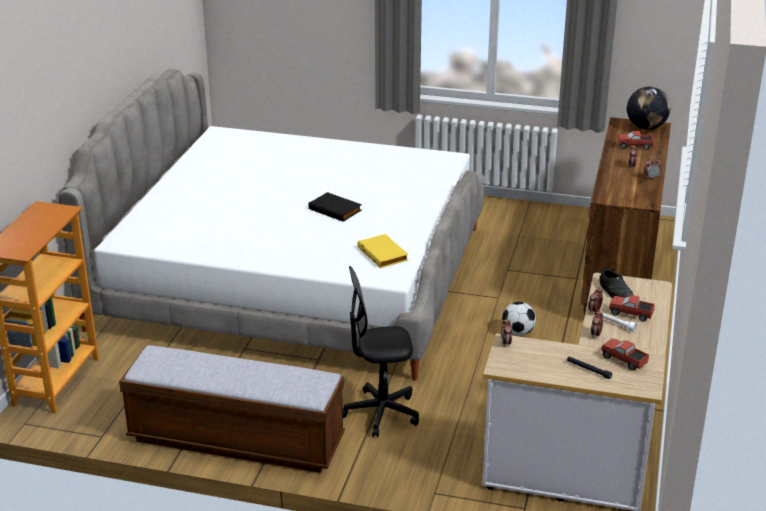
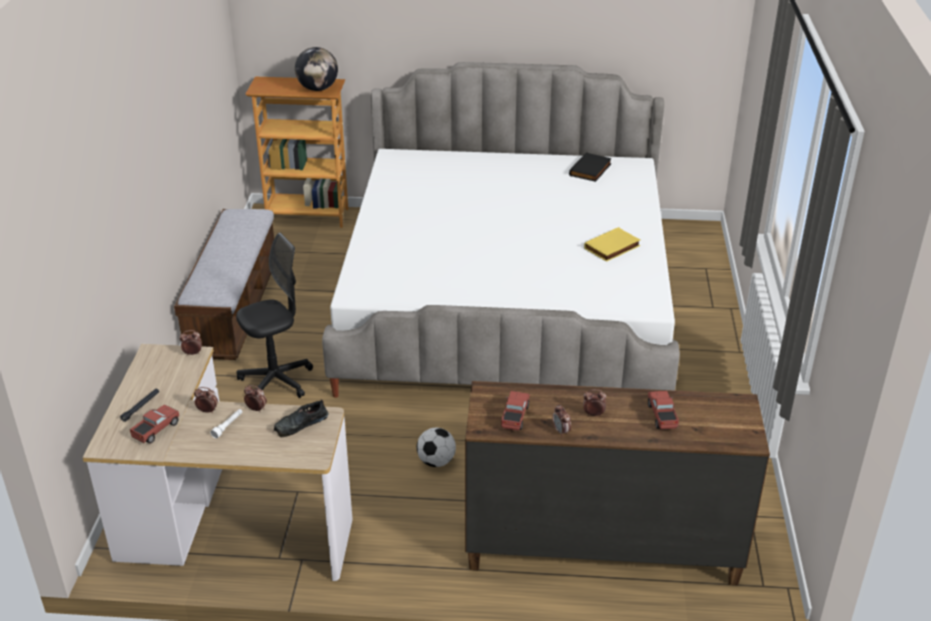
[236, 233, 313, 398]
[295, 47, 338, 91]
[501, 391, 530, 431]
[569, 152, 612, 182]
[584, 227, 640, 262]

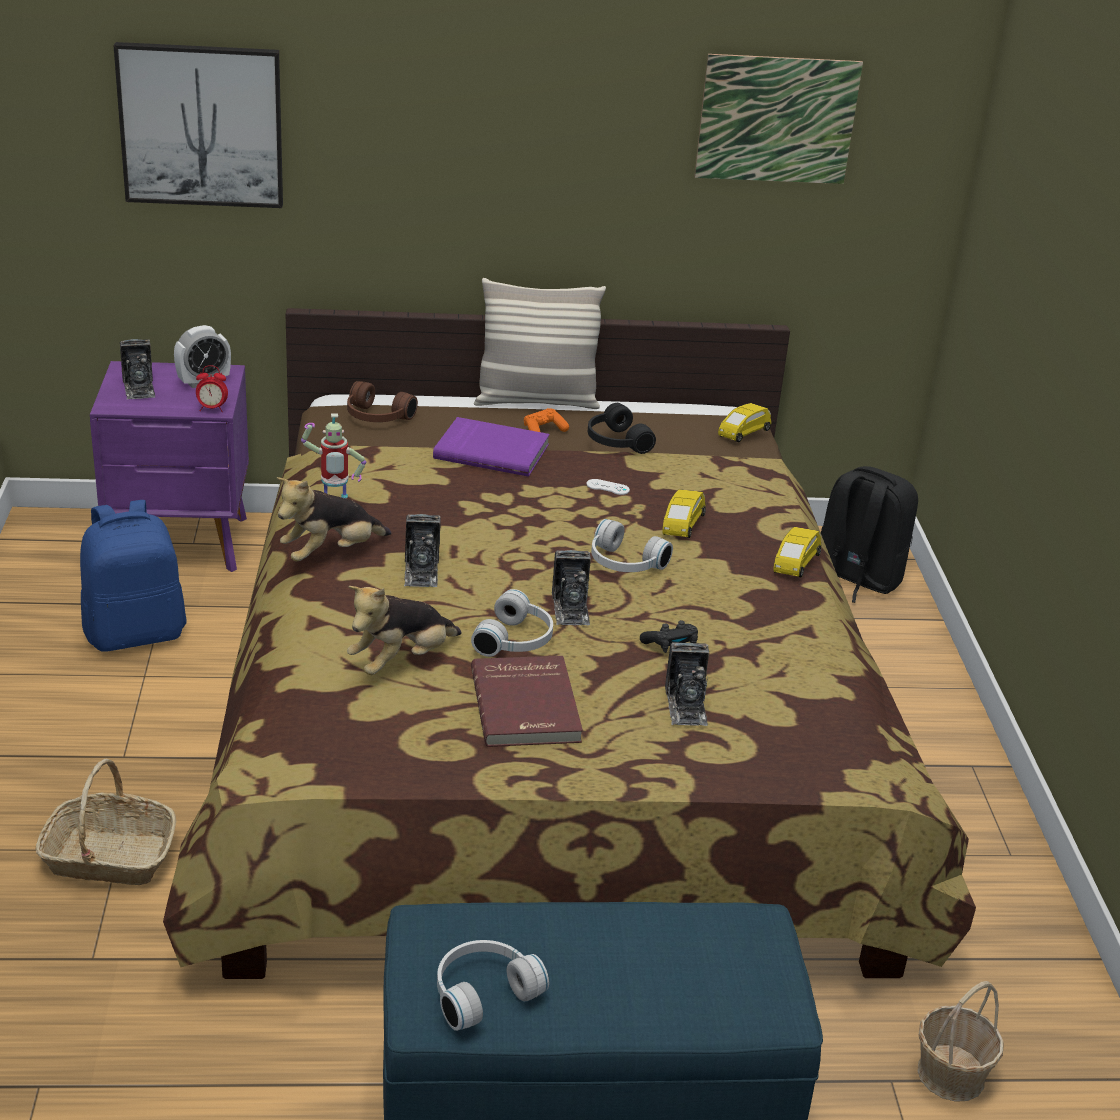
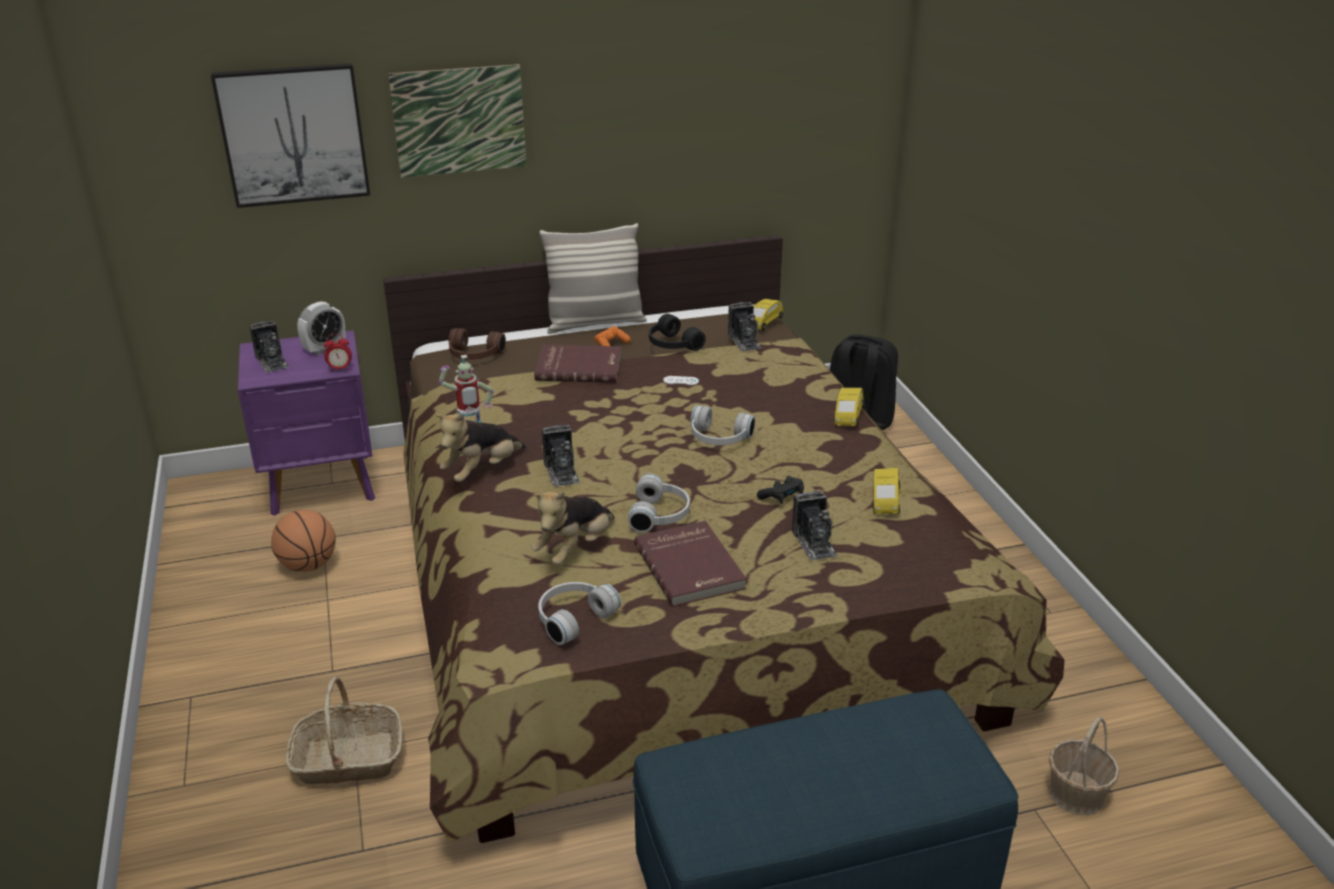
[271, 510, 336, 572]
[388, 64, 526, 178]
[534, 345, 621, 383]
[538, 582, 621, 645]
[728, 302, 762, 352]
[873, 468, 900, 514]

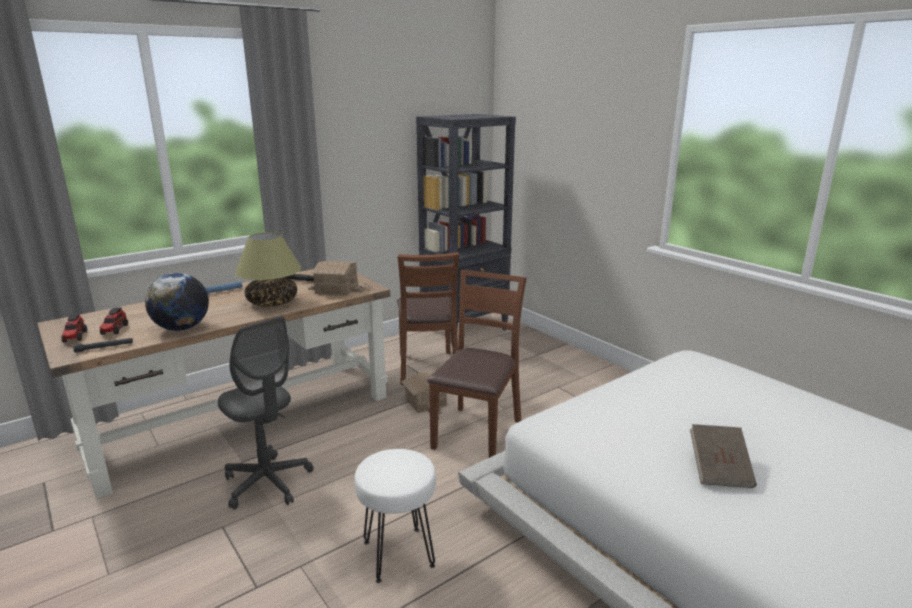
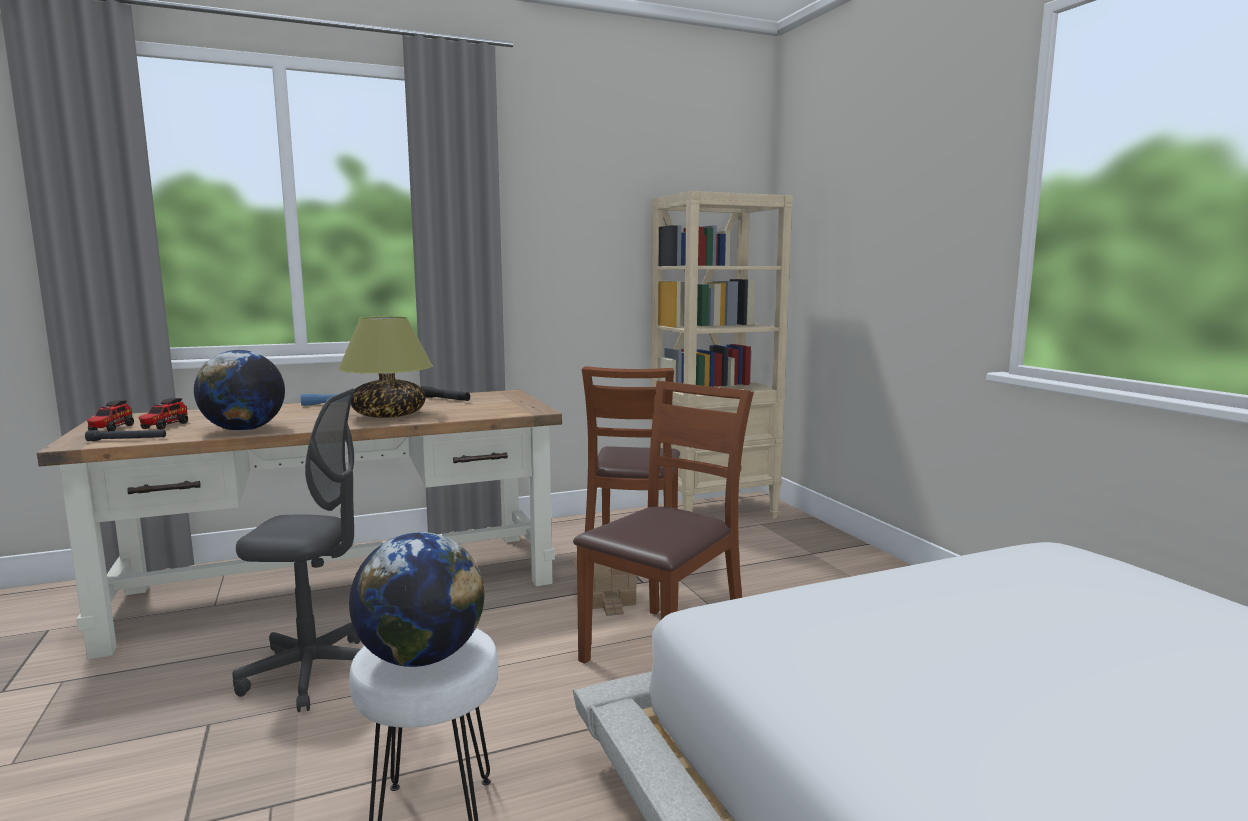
[233, 389, 361, 712]
[349, 532, 484, 667]
[650, 191, 793, 519]
[308, 261, 366, 295] (first image)
[690, 424, 757, 488] (first image)

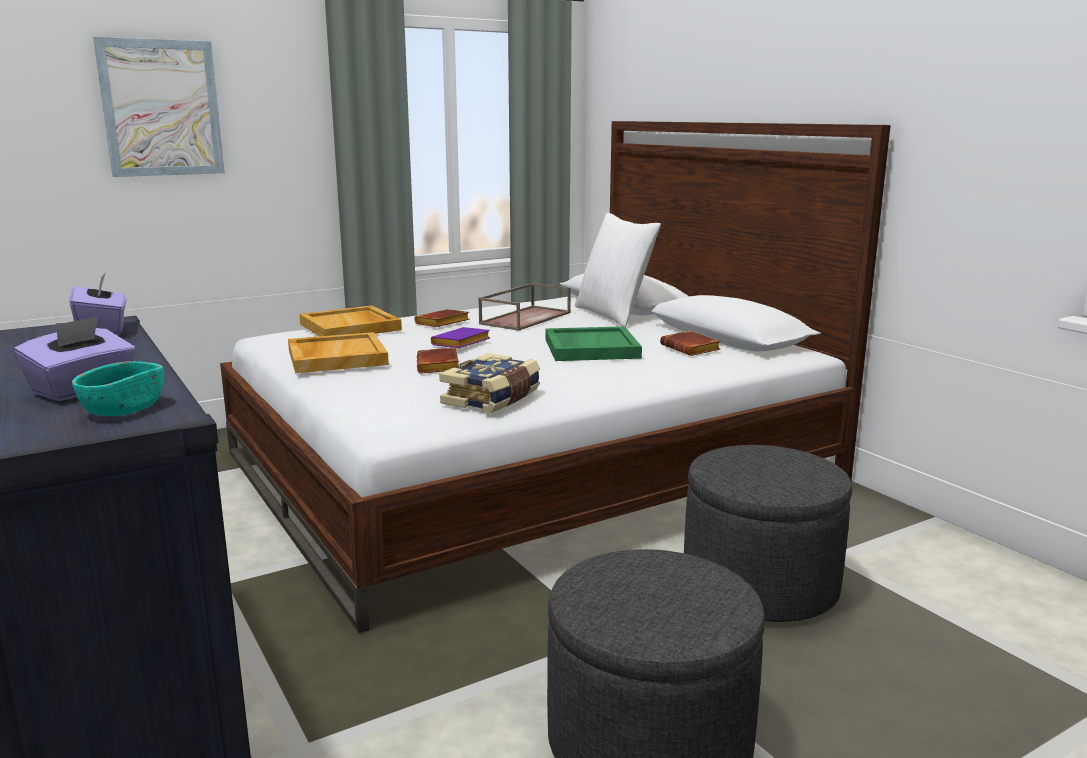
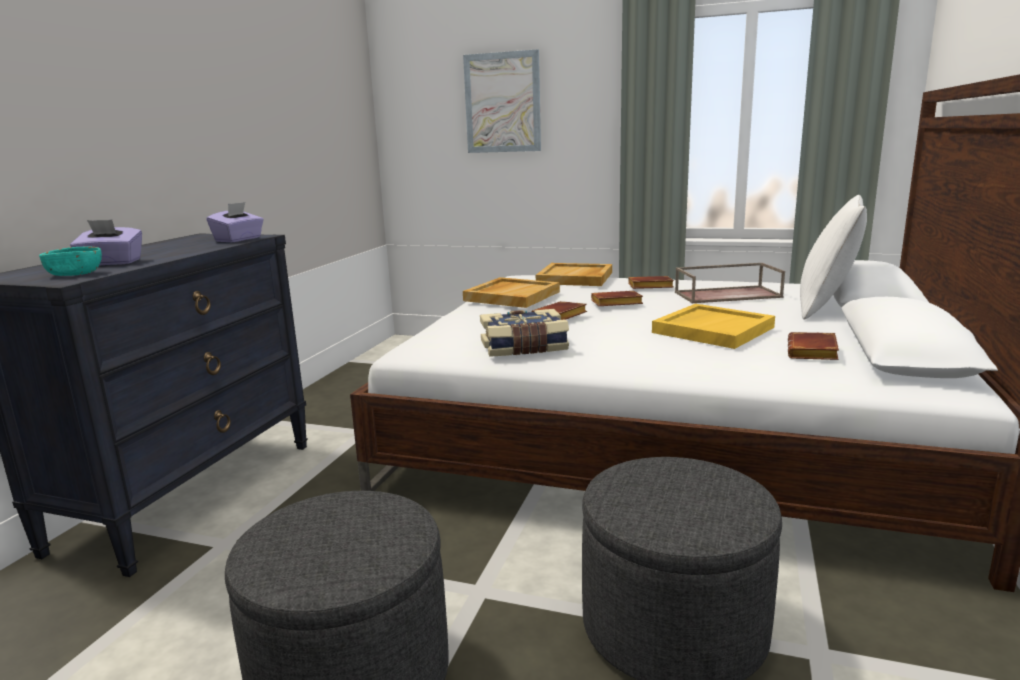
[591, 291, 643, 306]
[652, 304, 775, 349]

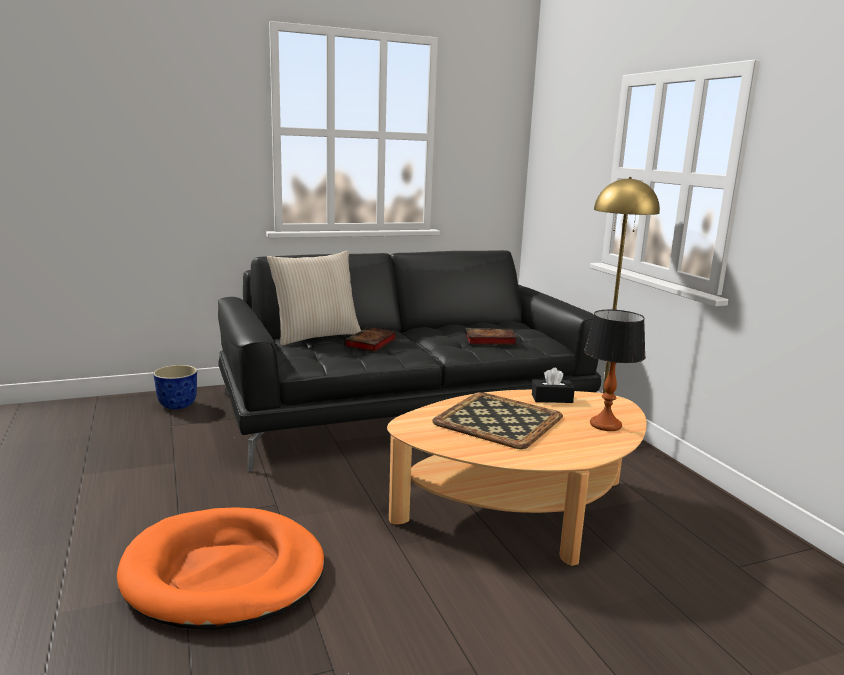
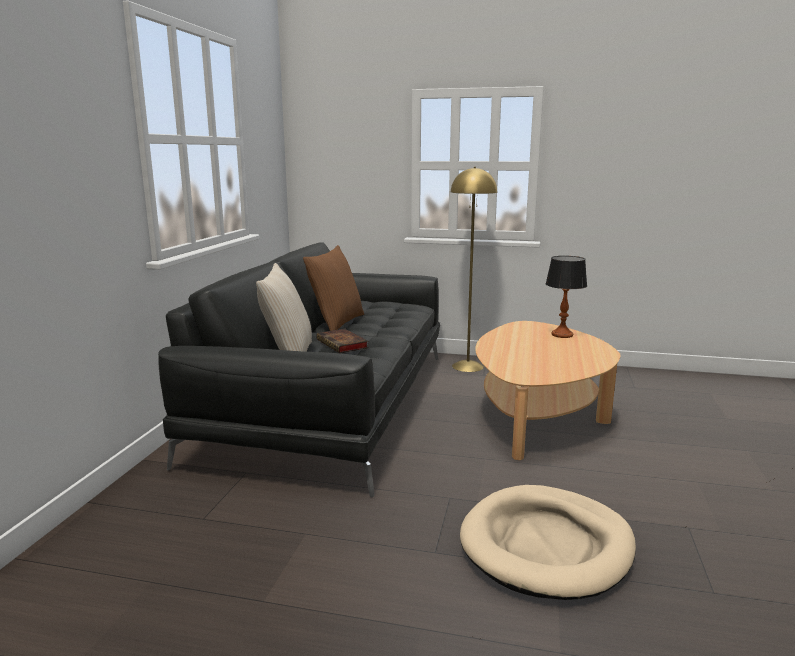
[303, 245, 364, 331]
[460, 485, 636, 600]
[153, 365, 197, 409] (first image)
[432, 392, 563, 449] (first image)
[465, 328, 517, 345] (first image)
[532, 368, 575, 403] (first image)

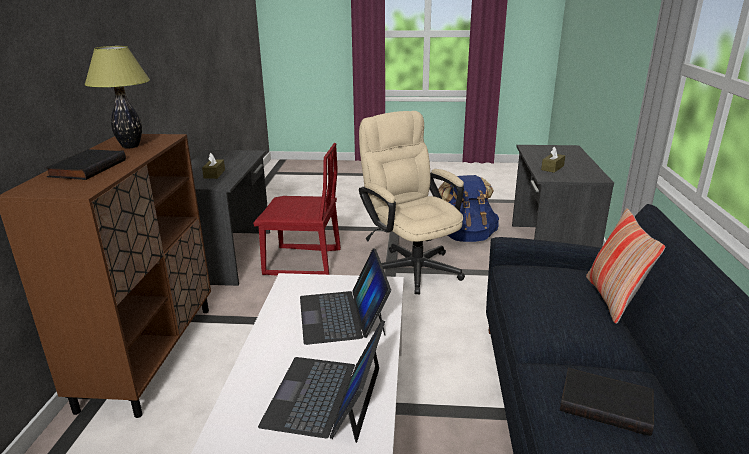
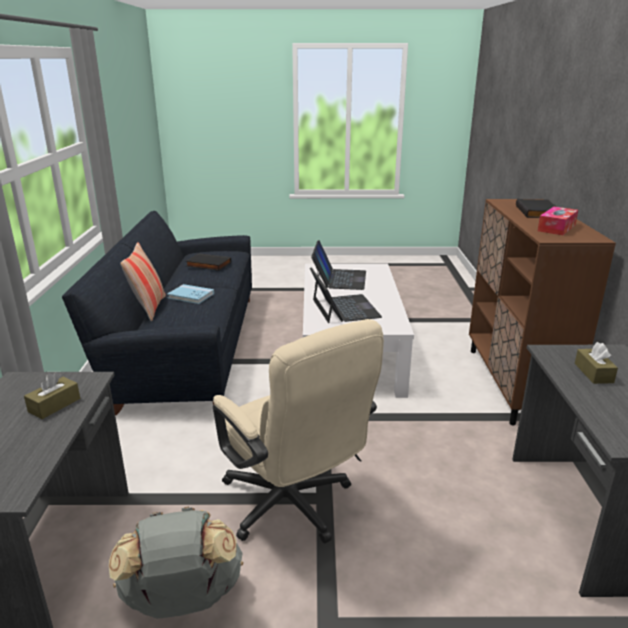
[109, 507, 243, 619]
[167, 284, 214, 304]
[538, 207, 578, 235]
[253, 143, 341, 276] (first image)

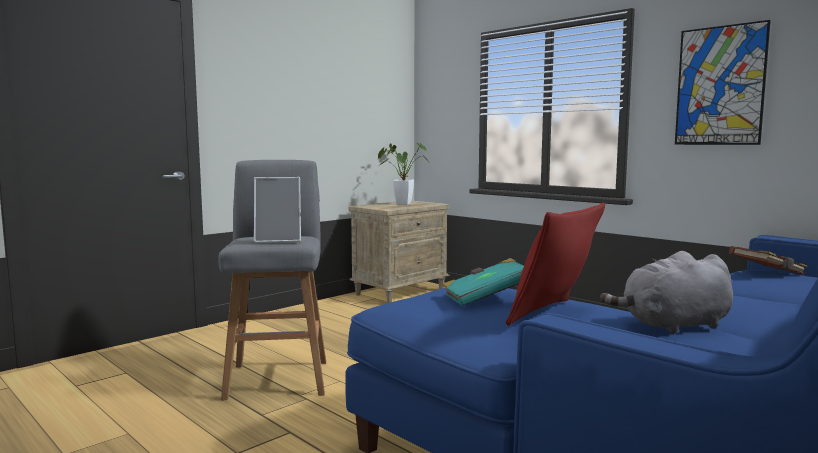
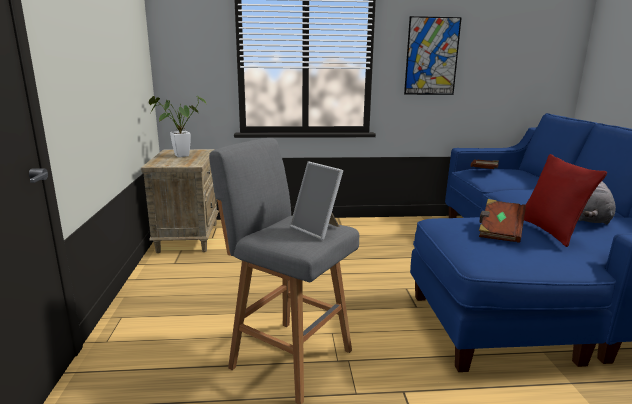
[290, 161, 343, 240]
[479, 199, 526, 243]

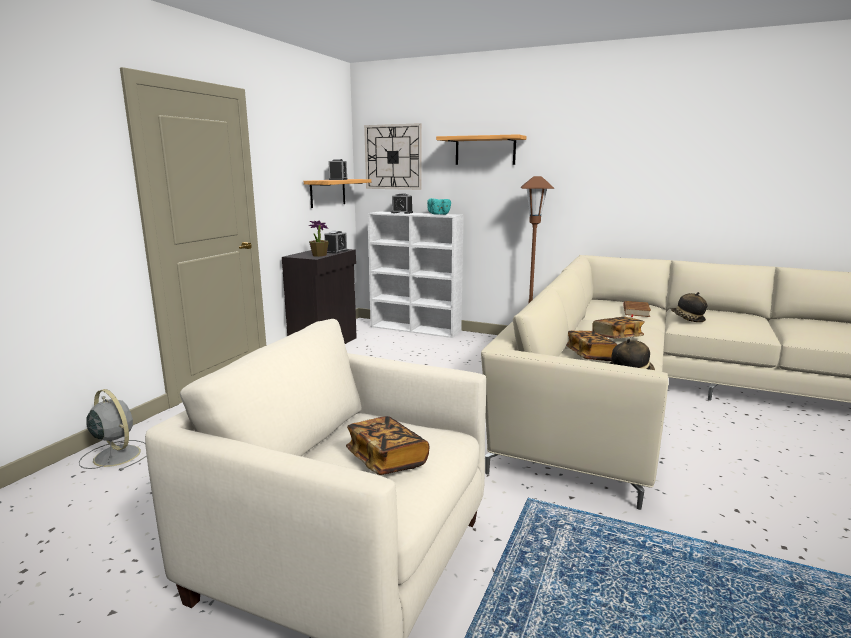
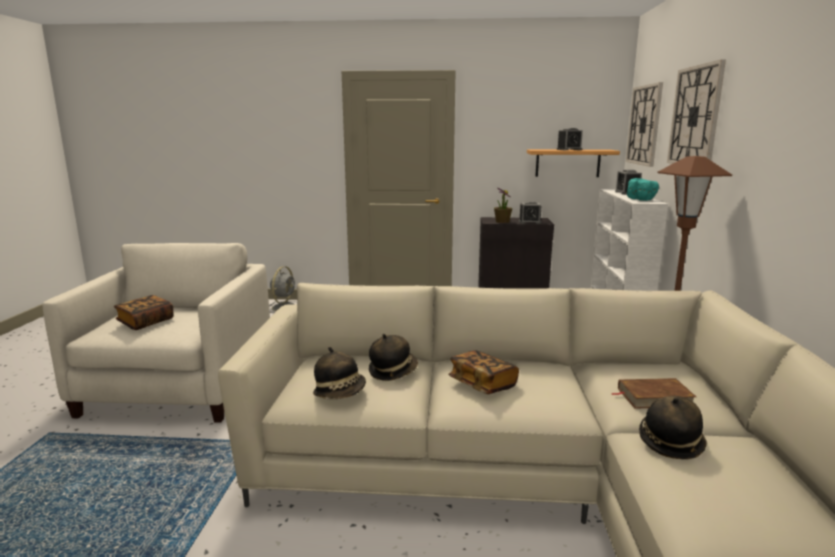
[369, 334, 418, 381]
[667, 59, 726, 164]

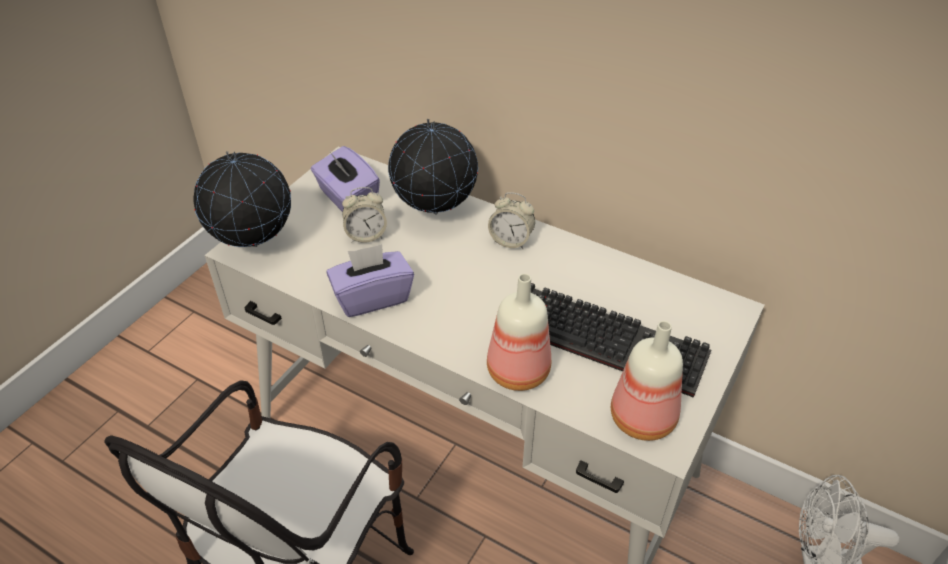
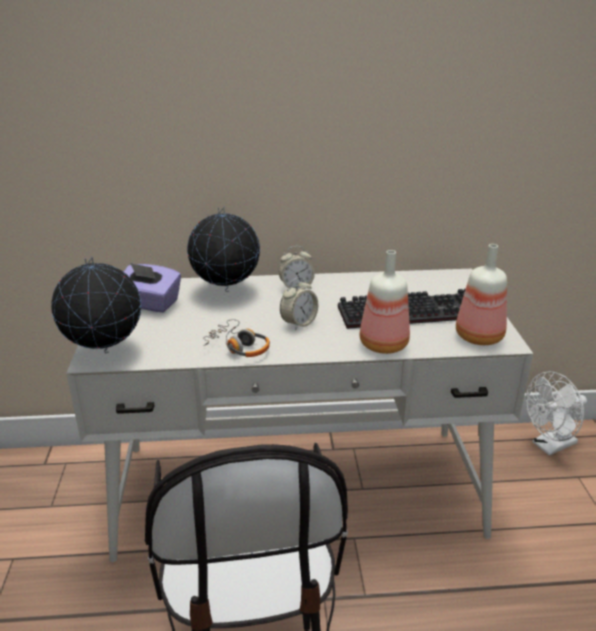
[203, 319, 270, 357]
[280, 277, 318, 331]

